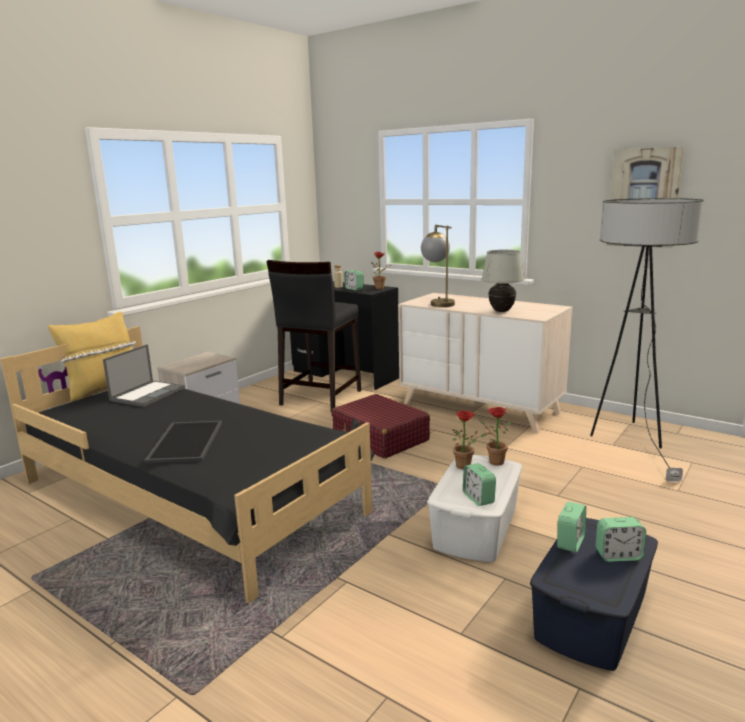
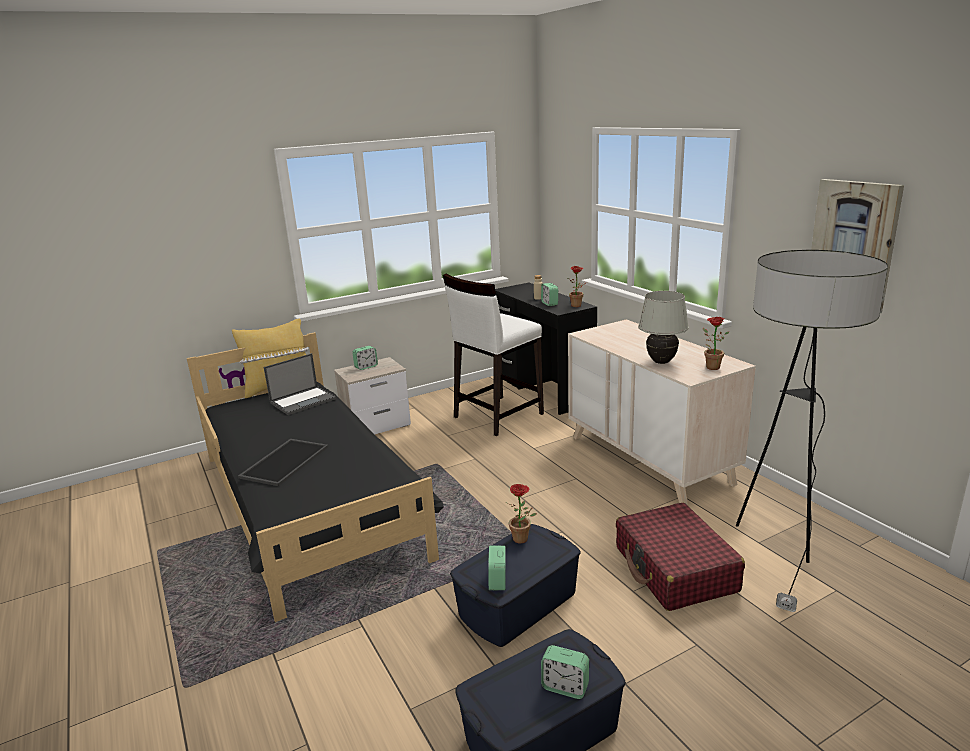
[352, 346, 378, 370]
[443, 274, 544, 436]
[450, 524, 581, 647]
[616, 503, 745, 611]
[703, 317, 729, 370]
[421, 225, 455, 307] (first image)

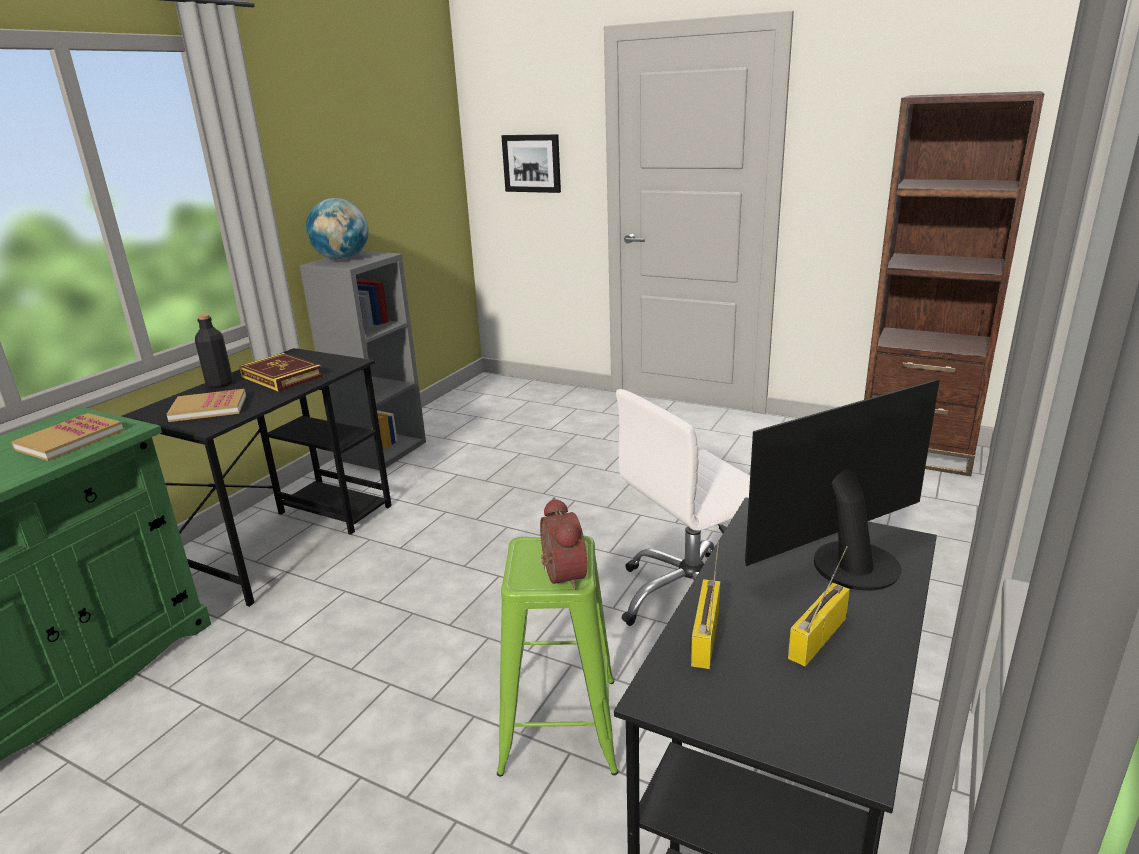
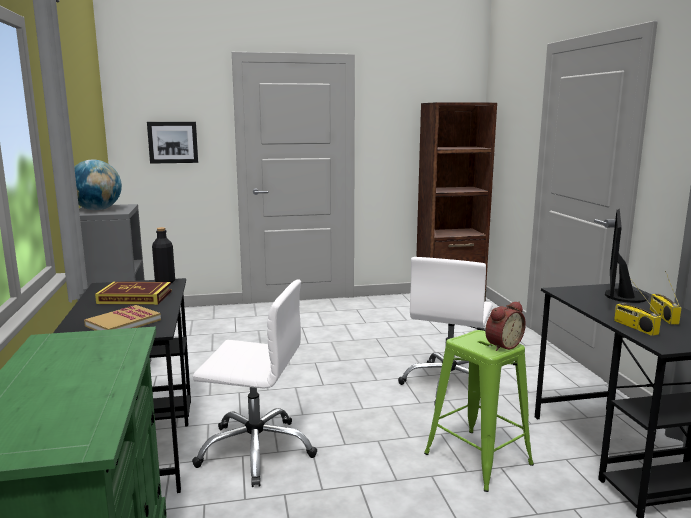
[152, 227, 175, 283]
[192, 280, 317, 487]
[485, 301, 526, 351]
[11, 413, 124, 461] (first image)

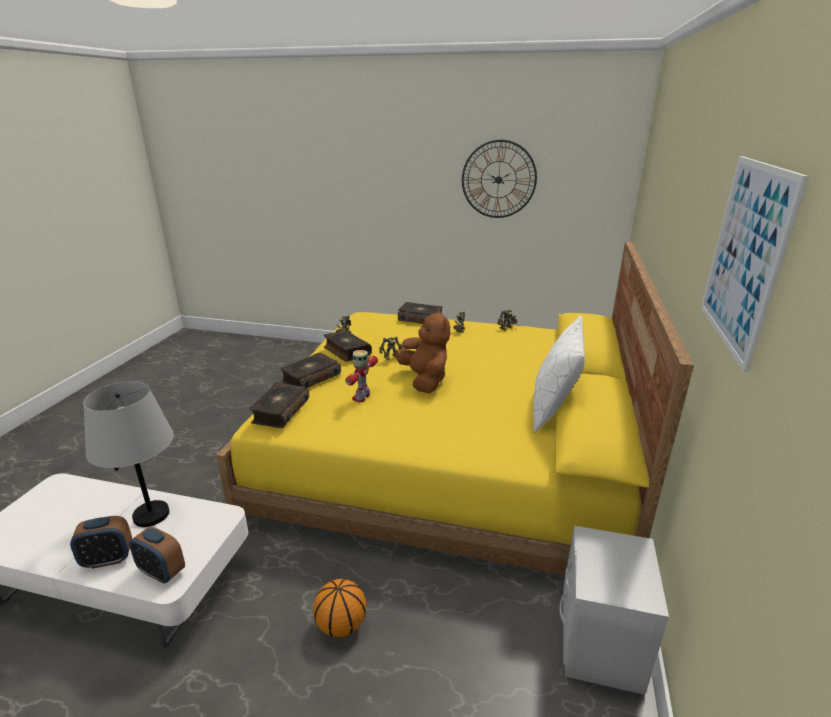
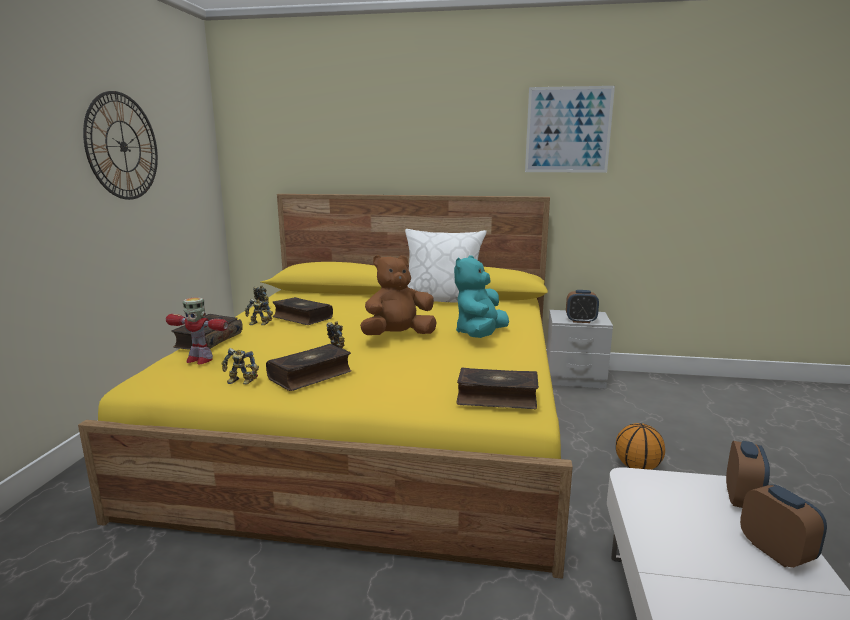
[166, 297, 228, 364]
[273, 297, 333, 325]
[454, 255, 509, 338]
[566, 290, 599, 323]
[83, 381, 174, 527] (first image)

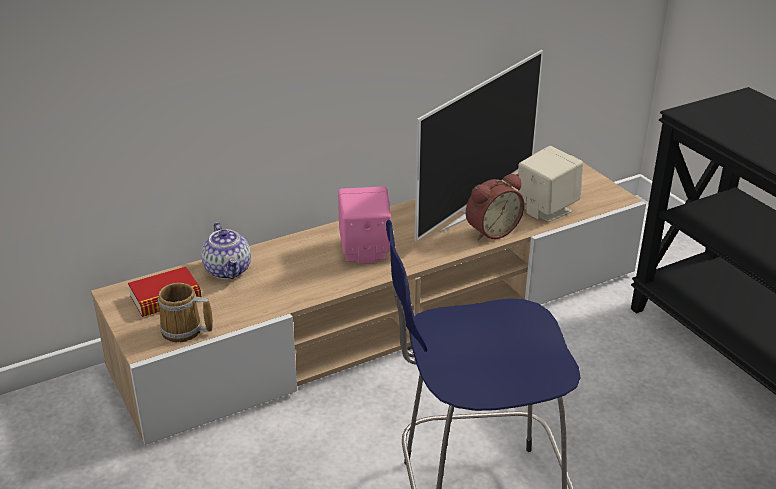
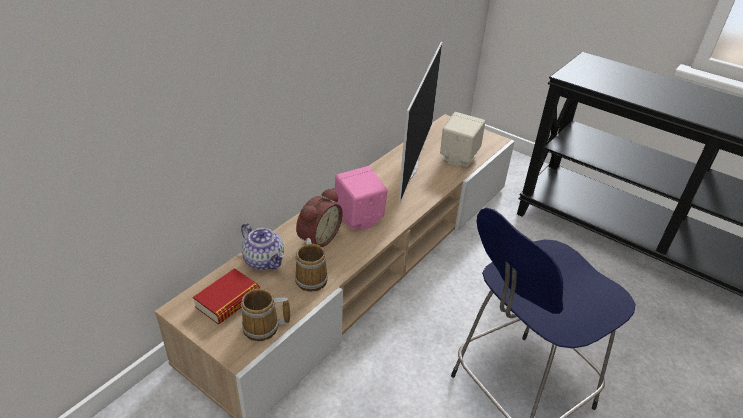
[295, 238, 328, 292]
[296, 188, 343, 247]

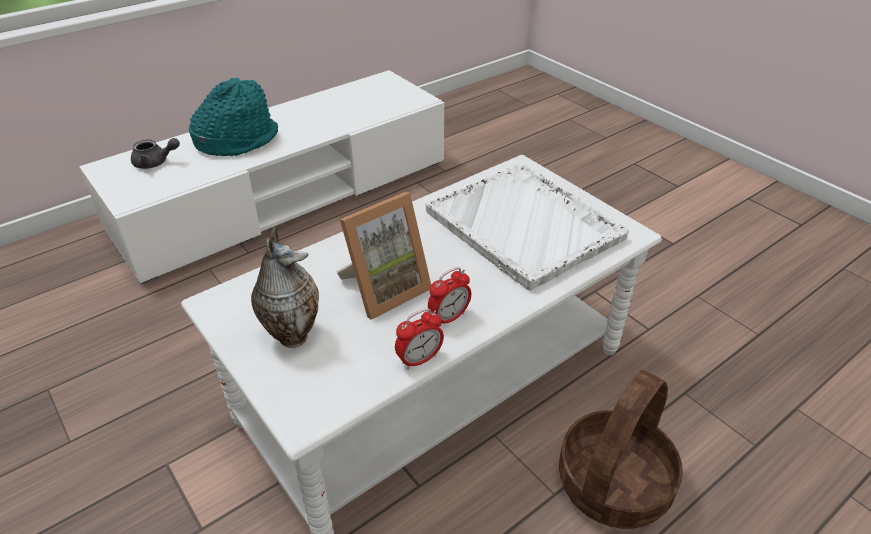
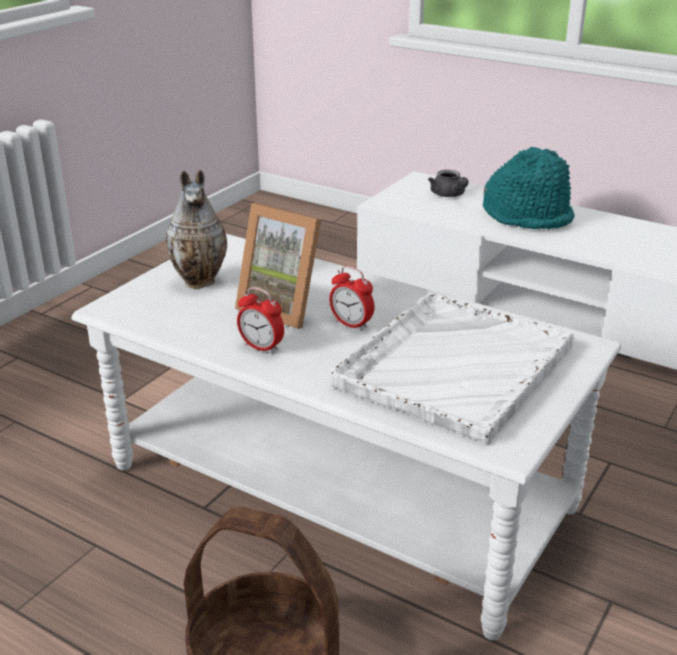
[329, 266, 375, 331]

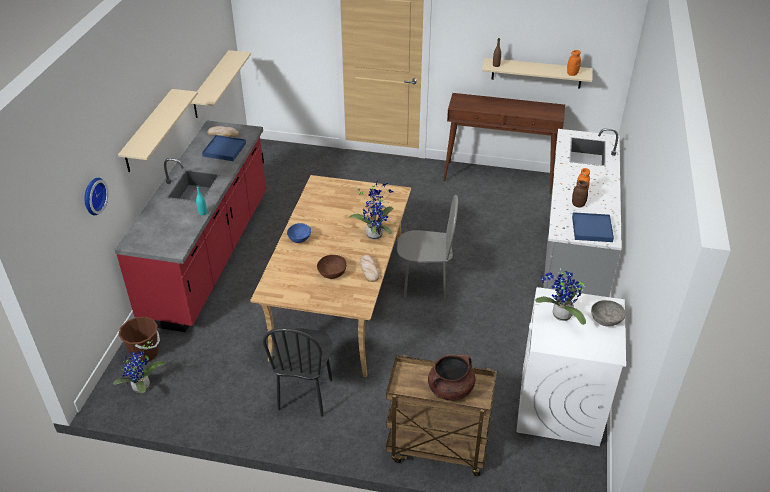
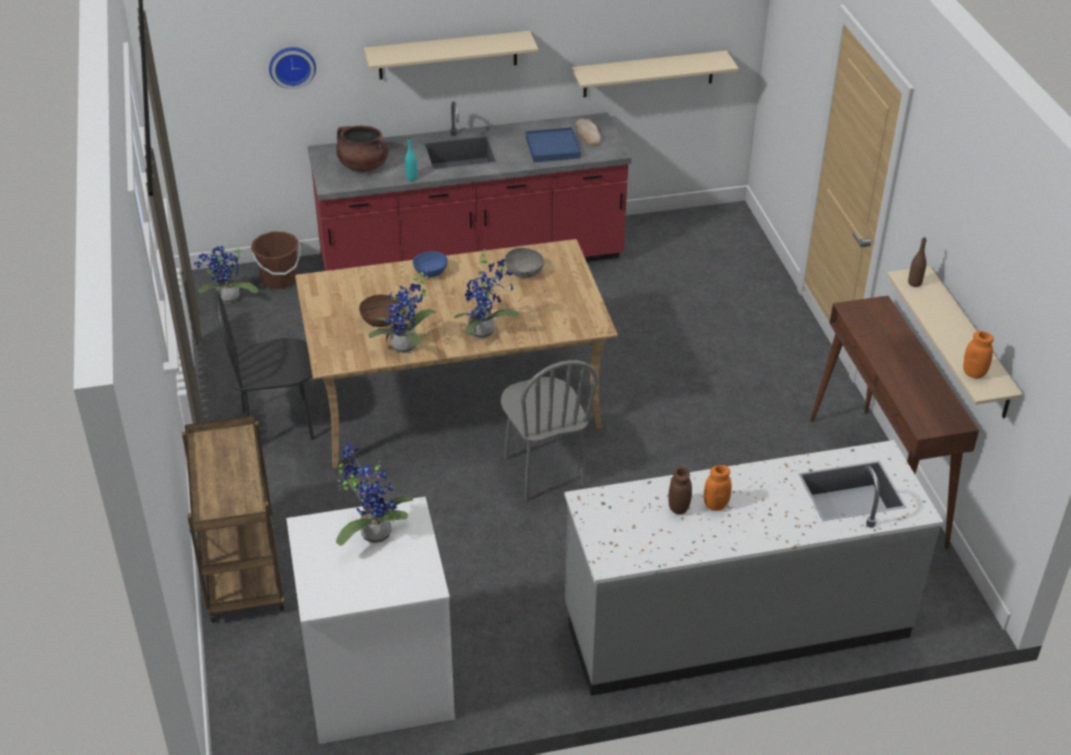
[336, 126, 388, 172]
[368, 270, 437, 353]
[505, 248, 544, 278]
[572, 212, 614, 242] (first image)

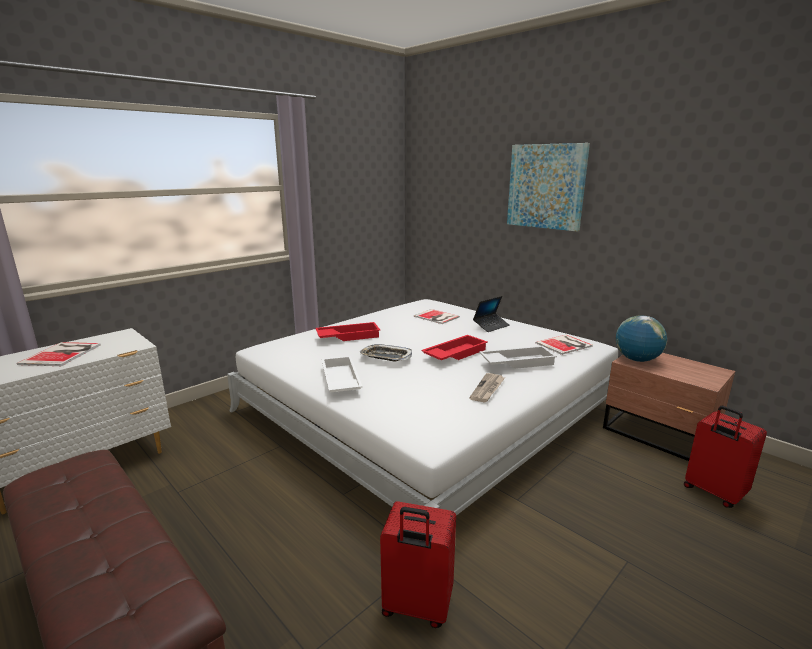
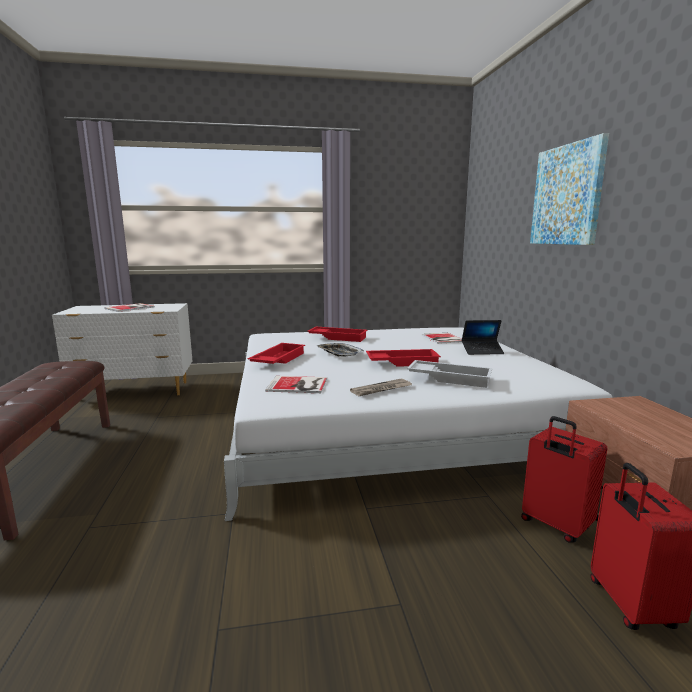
[248, 343, 305, 364]
[265, 376, 327, 393]
[521, 416, 607, 543]
[616, 315, 667, 362] (first image)

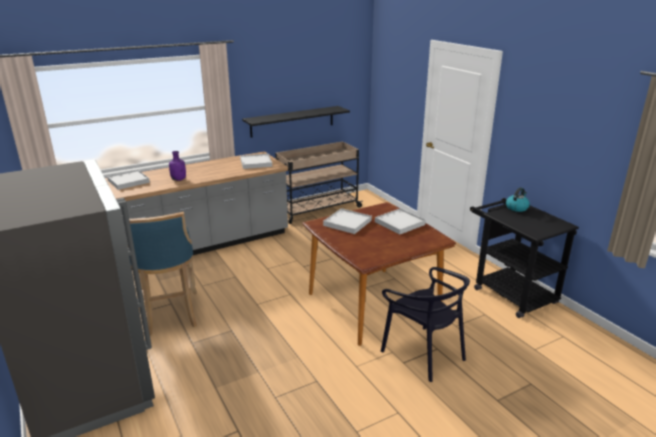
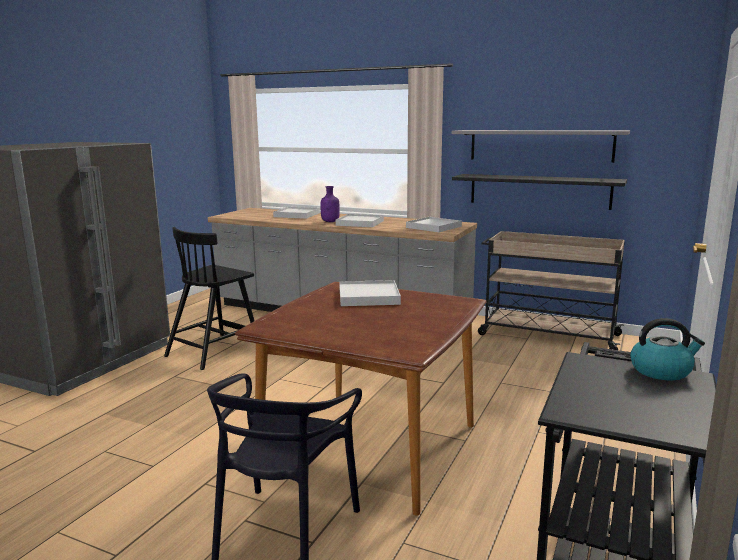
[164, 227, 254, 370]
[336, 214, 384, 227]
[452, 130, 630, 163]

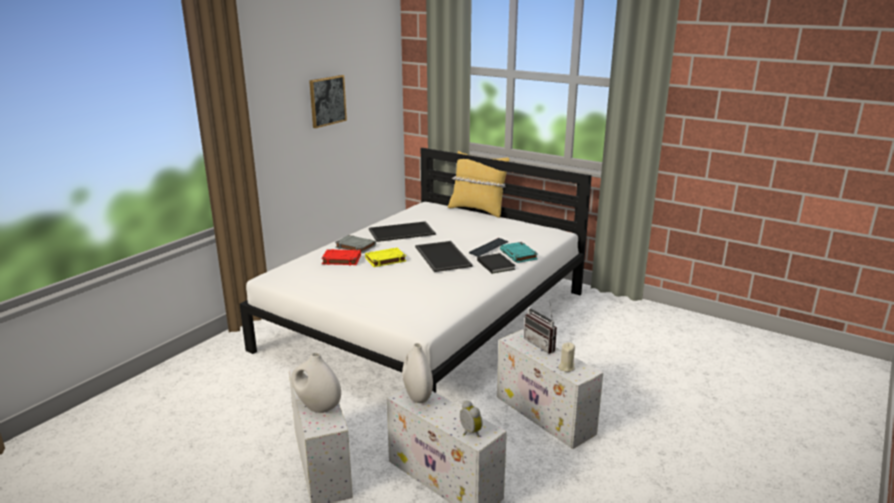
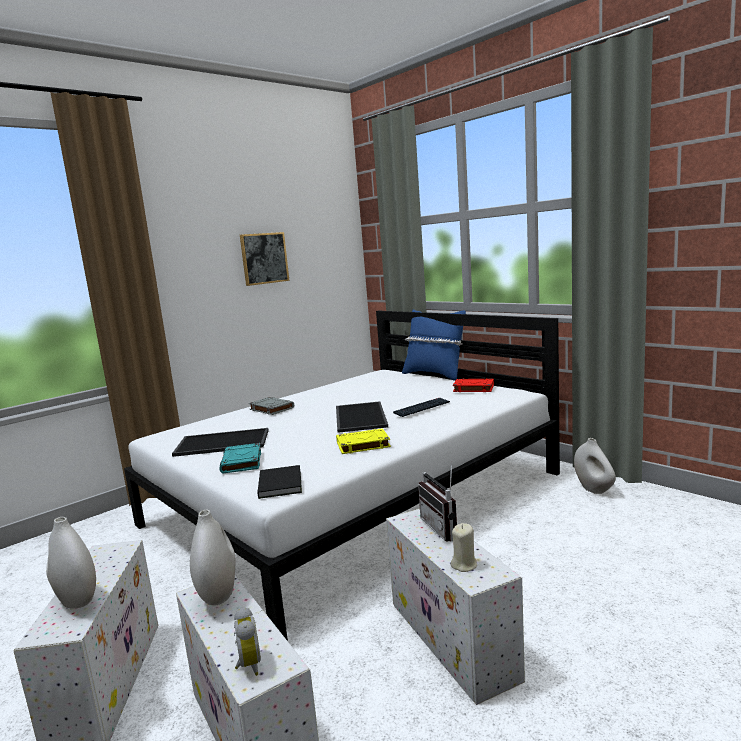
[172, 428, 269, 457]
[219, 443, 261, 474]
[257, 465, 302, 499]
[336, 428, 391, 454]
[402, 309, 466, 381]
[453, 378, 494, 392]
[574, 438, 616, 494]

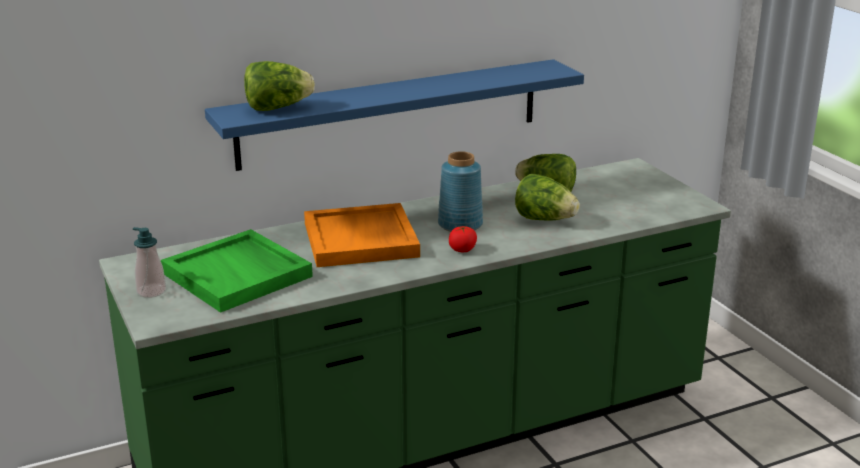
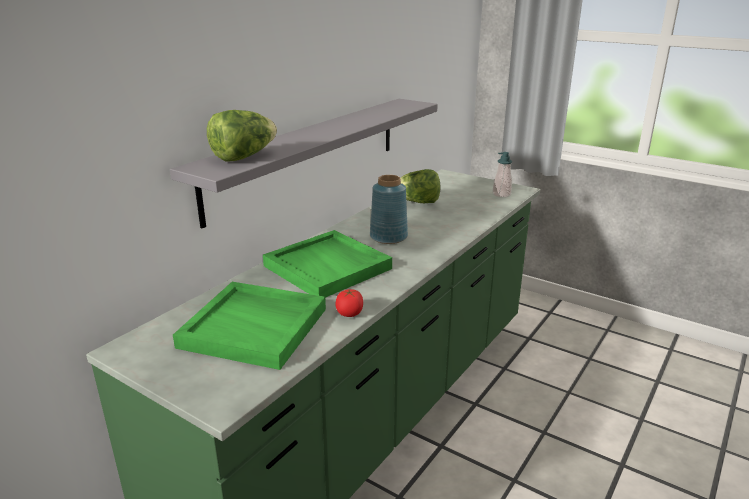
[170, 99, 438, 228]
[263, 230, 392, 298]
[336, 289, 363, 317]
[493, 152, 512, 197]
[515, 174, 580, 221] (first image)

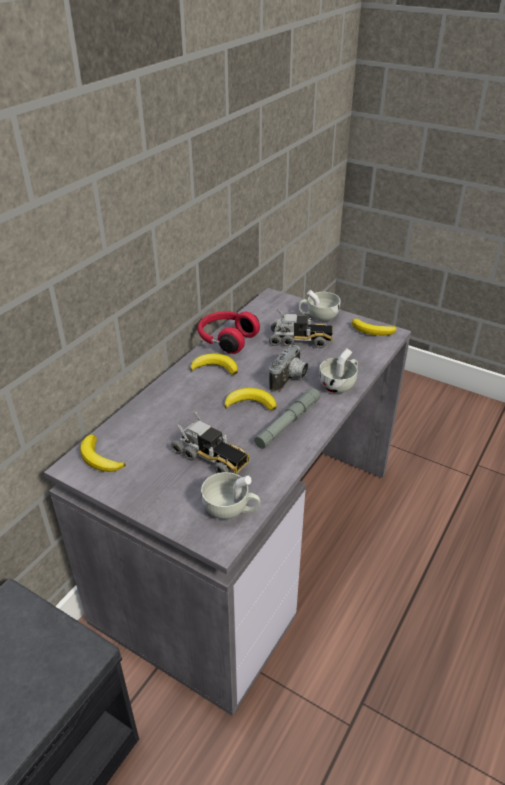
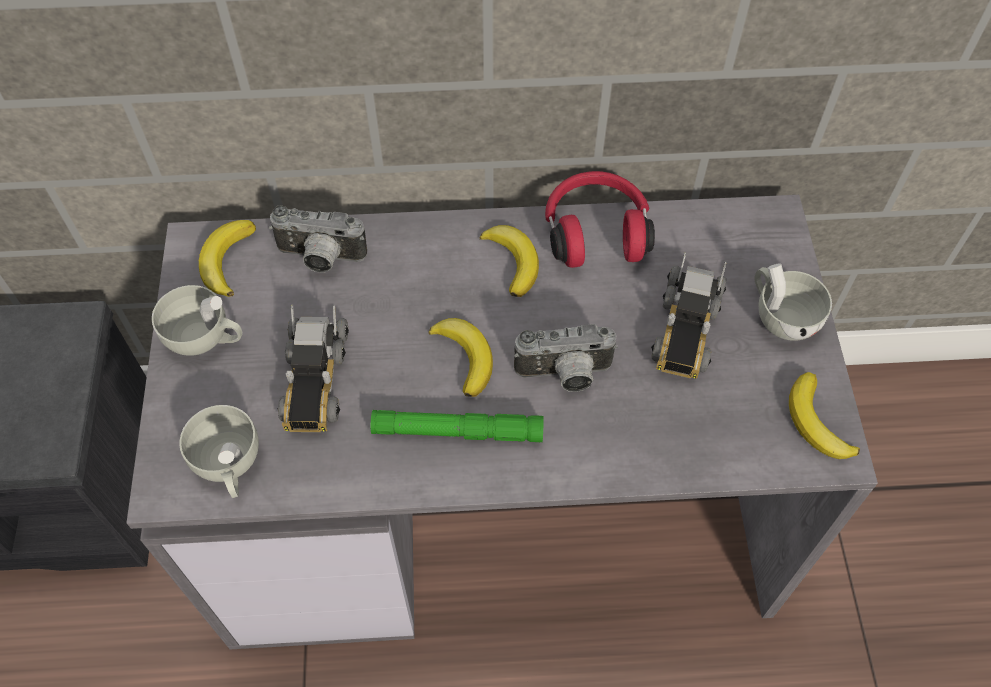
[152, 285, 243, 356]
[269, 205, 367, 273]
[371, 410, 544, 442]
[651, 252, 727, 379]

